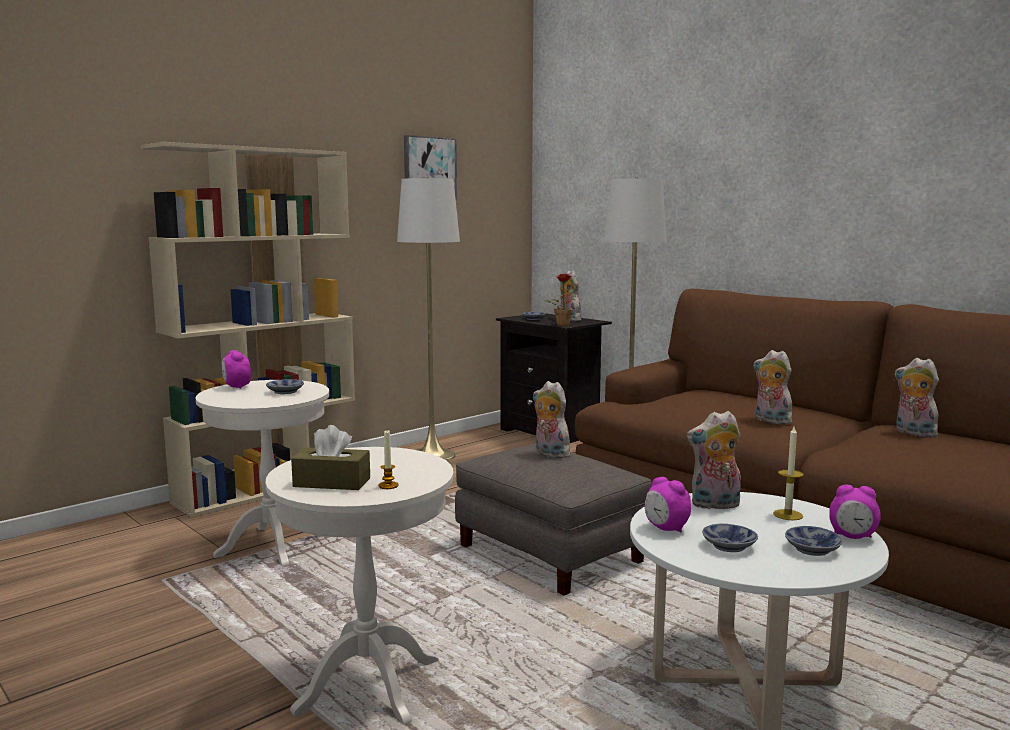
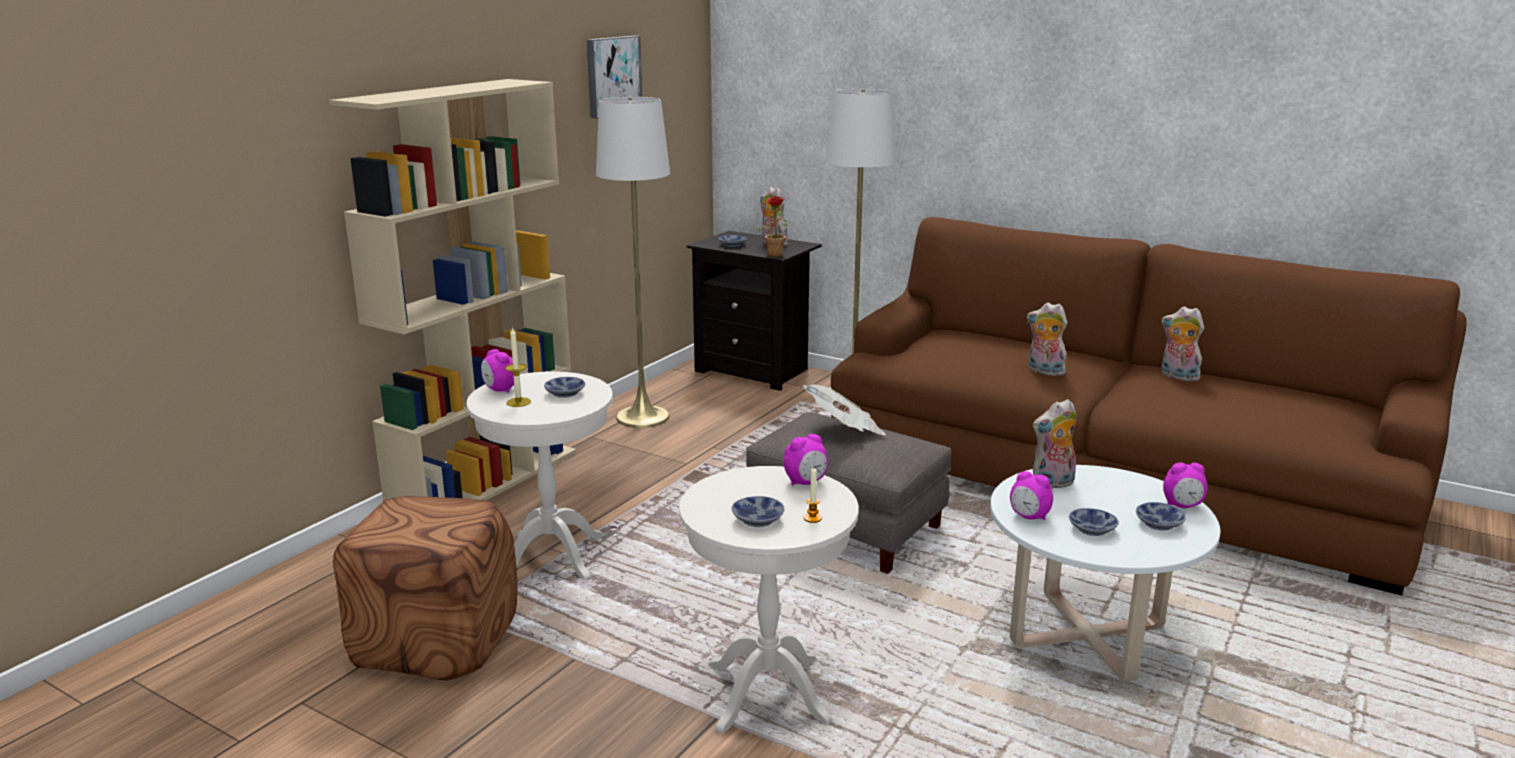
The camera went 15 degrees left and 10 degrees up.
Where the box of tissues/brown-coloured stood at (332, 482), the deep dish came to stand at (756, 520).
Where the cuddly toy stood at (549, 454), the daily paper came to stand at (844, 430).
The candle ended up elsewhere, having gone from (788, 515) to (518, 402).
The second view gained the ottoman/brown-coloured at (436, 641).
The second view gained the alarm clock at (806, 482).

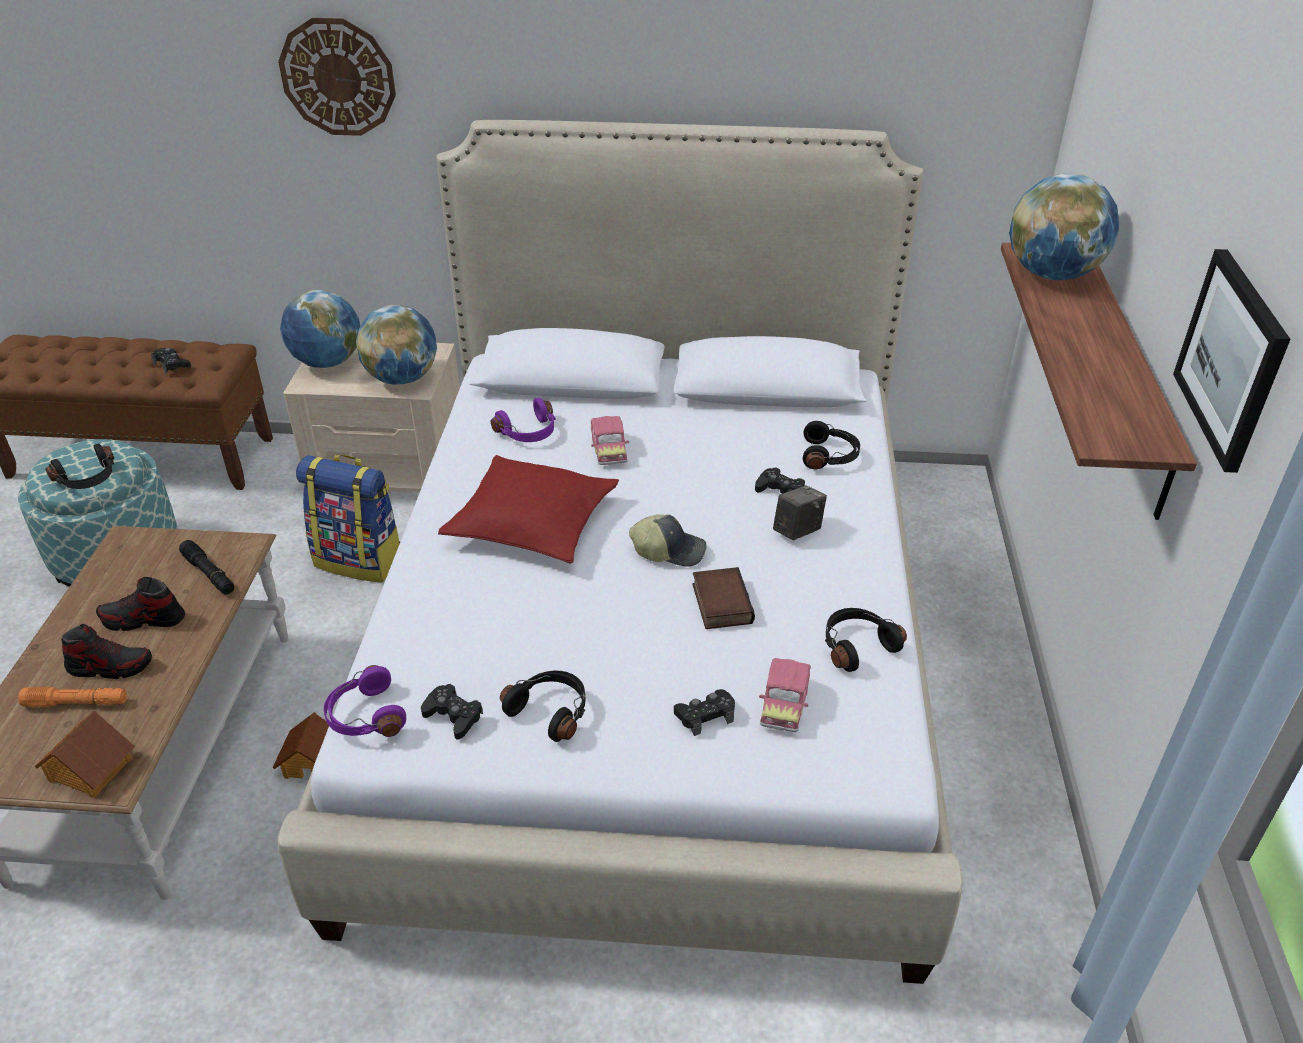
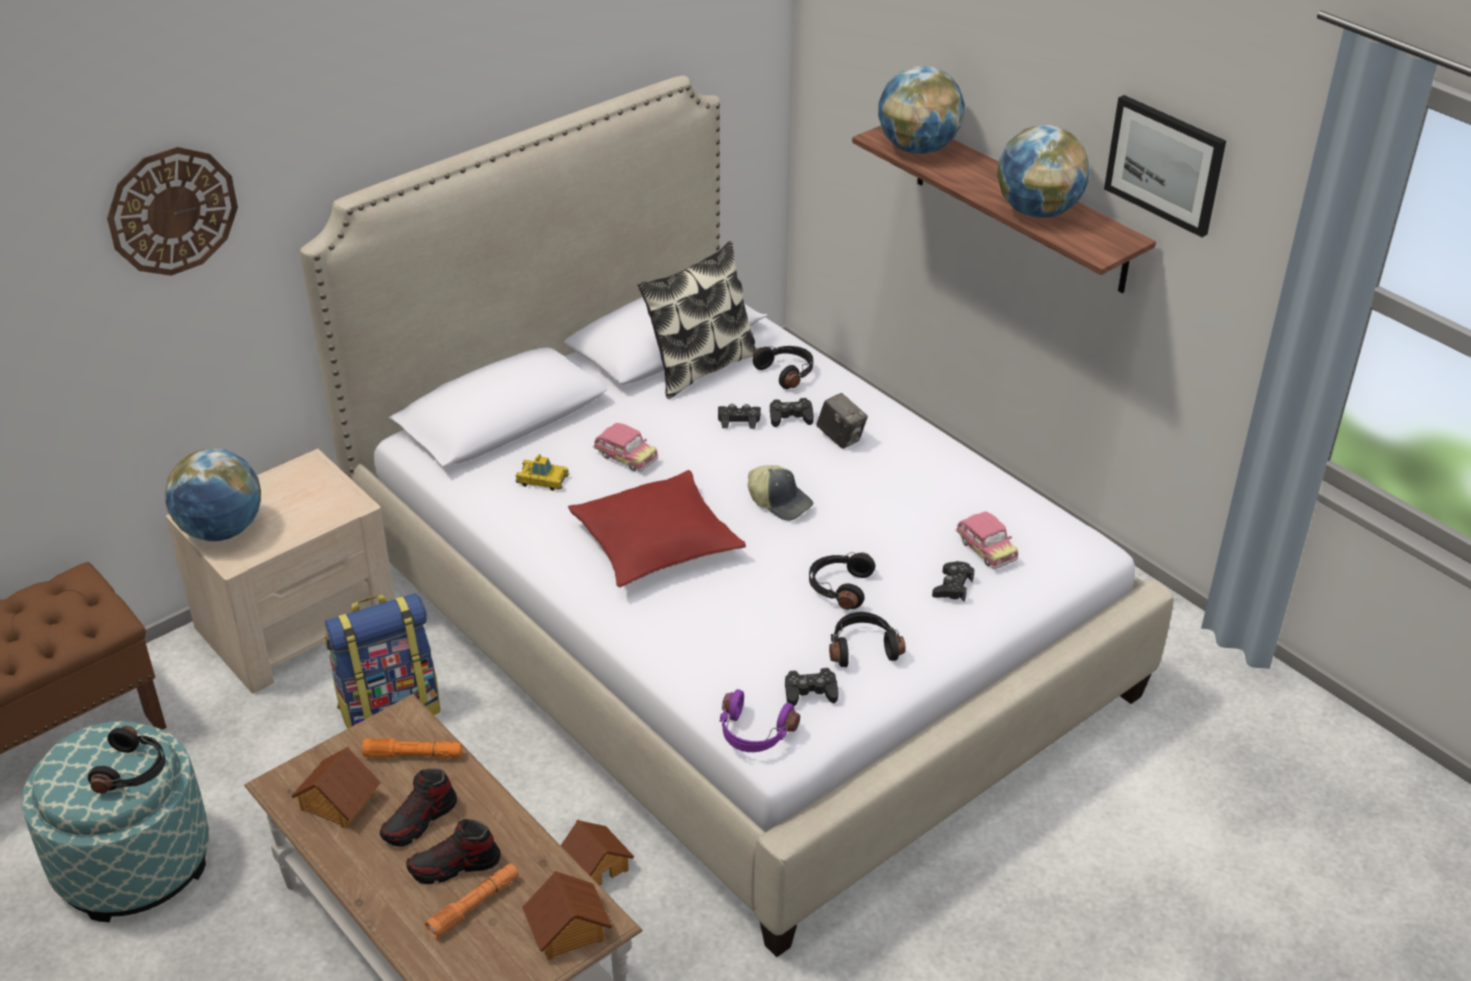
The camera went 45 degrees left and 0 degrees up.
The shoe at (111, 666) ended up facing another way, 150 degrees counterclockwise from before.
The gamepad/blackish ended up elsewhere, having gone from (172, 364) to (739, 420).
What was the torch/blackish at (209, 574) turned into the torch/orangey at (413, 755).
The world globe ended up elsewhere, having gone from (402, 378) to (1037, 211).
Where the headphones/purplish stood at (529, 433), the model car came to stand at (542, 480).
The baseball cap at (669, 550) ended up facing another way, 75 degrees clockwise from before.
The second view lost the volume at (719, 603).
The photo camera at (797, 531) ended up facing another way, 135 degrees clockwise from before.
The headphones/blackish ended up elsewhere, having gone from (856, 646) to (839, 587).
The second view gained the model house at (337, 802).
The second view gained the pillow at (700, 367).

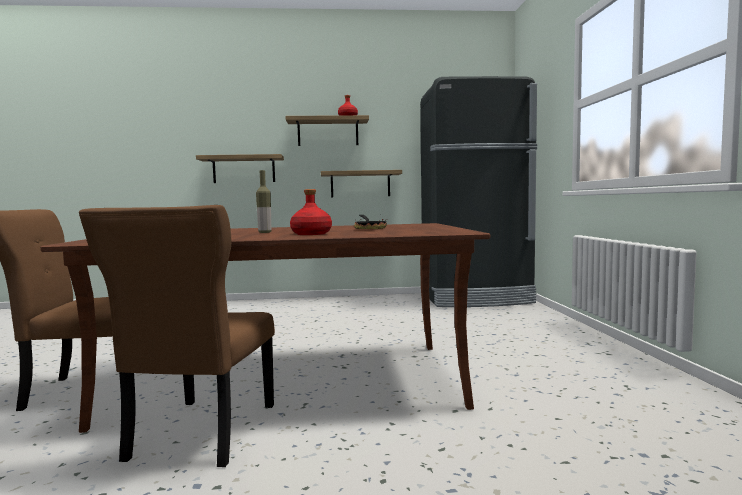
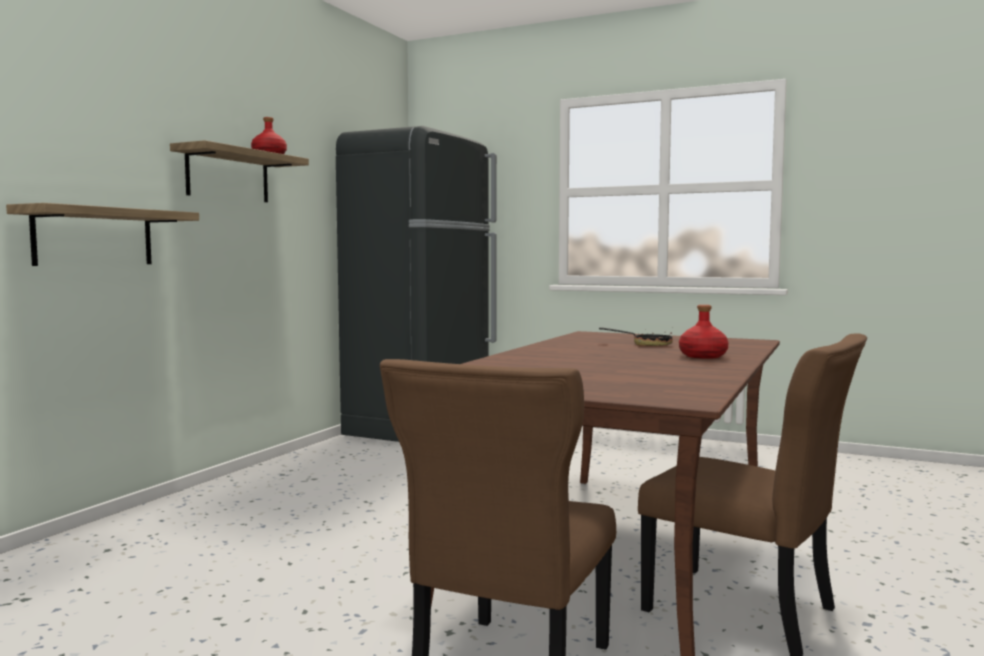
The camera went 60 degrees left and 0 degrees up.
The second view lost the bottle at (264, 232).
The second view lost the wall shelf at (360, 184).

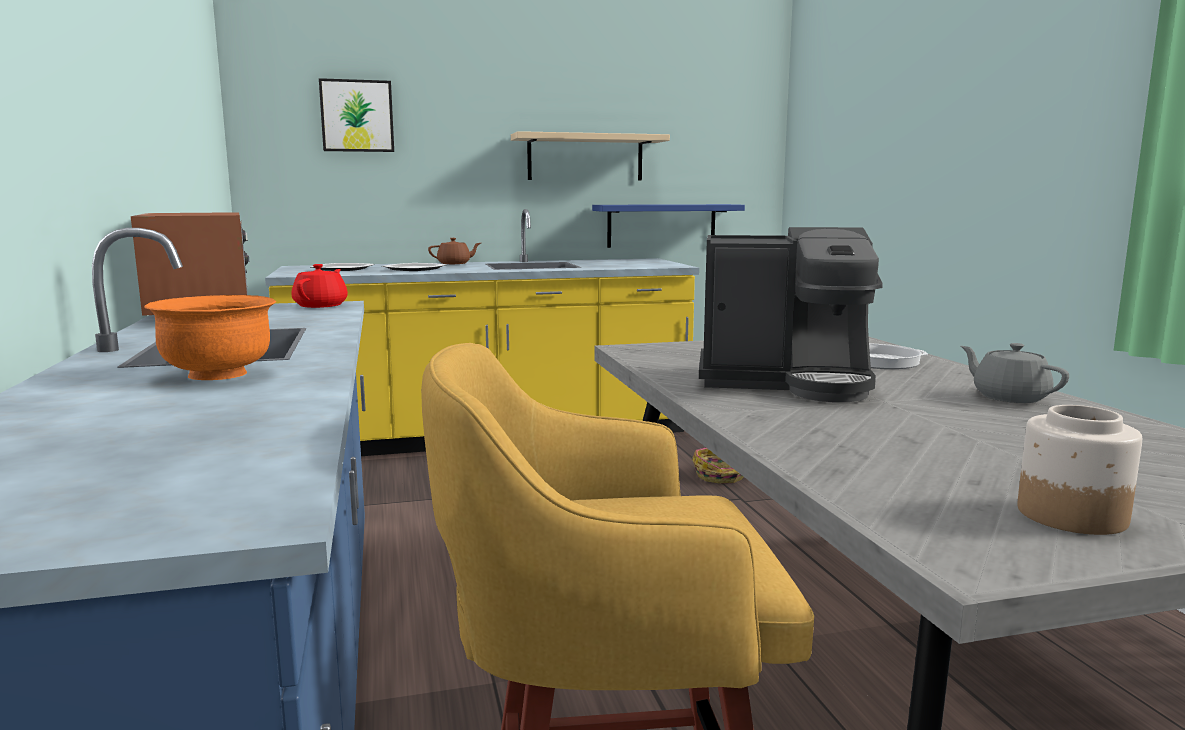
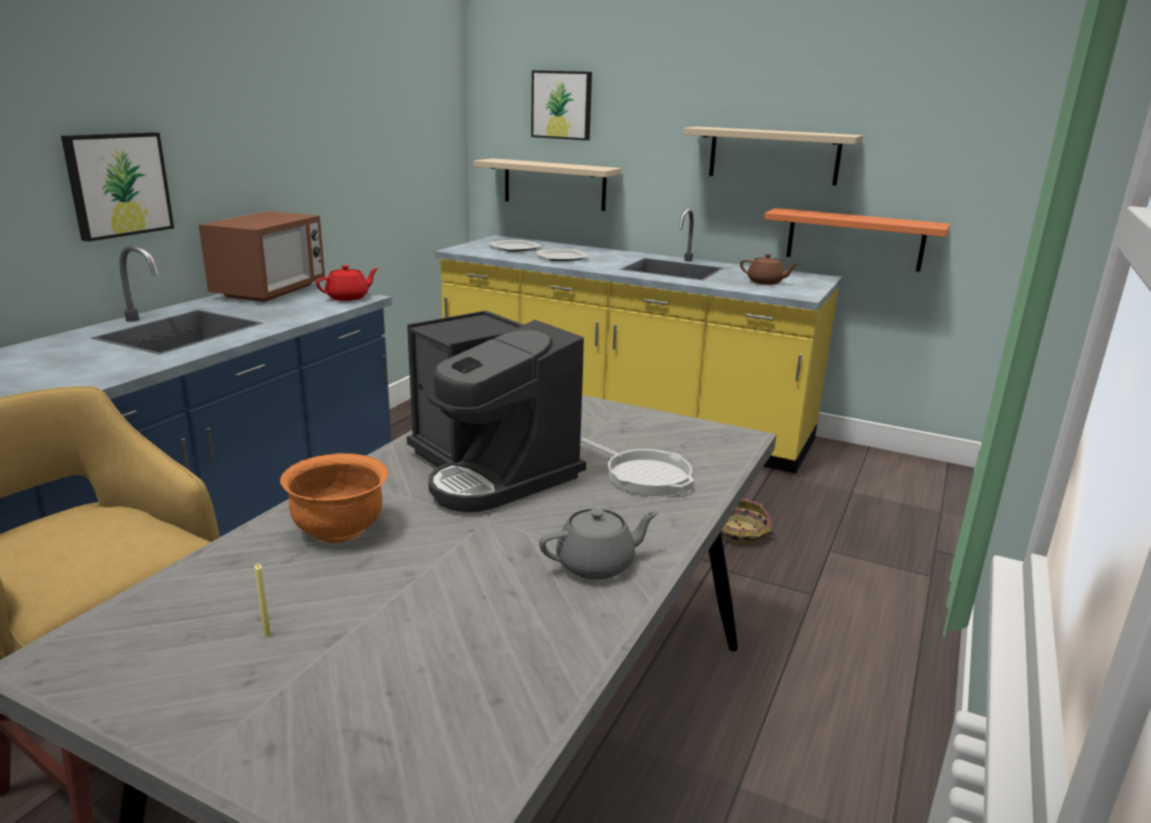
The camera went 40 degrees right and 10 degrees up.
The deep dish/orangey ended up elsewhere, having gone from (219, 374) to (339, 531).
The pot for tea/brown-coloured ended up elsewhere, having gone from (454, 263) to (765, 282).
What was the wall shelf/blue-coloured at (661, 225) turned into the wall shelf/orangey at (855, 239).
The pot for tea/gray at (1009, 397) ended up facing another way, 60 degrees clockwise from before.
The second view lost the storage jar at (1070, 515).
The second view gained the picture at (118, 184).
The second view gained the candle/yellow-coloured at (267, 634).
The second view gained the wall shelf/beige-coloured at (554, 184).

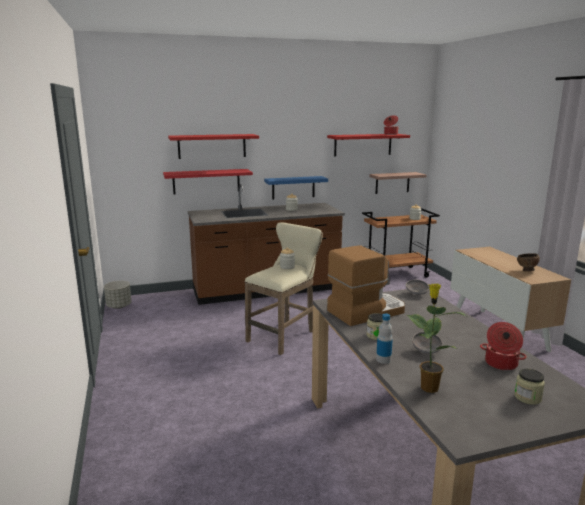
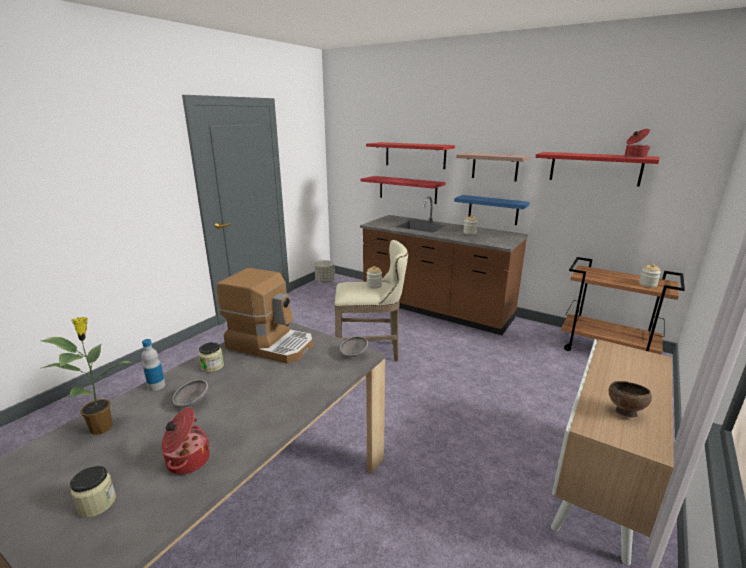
The camera went 50 degrees right and 5 degrees up.
The wall shelf ended up elsewhere, having gone from (392, 183) to (495, 167).

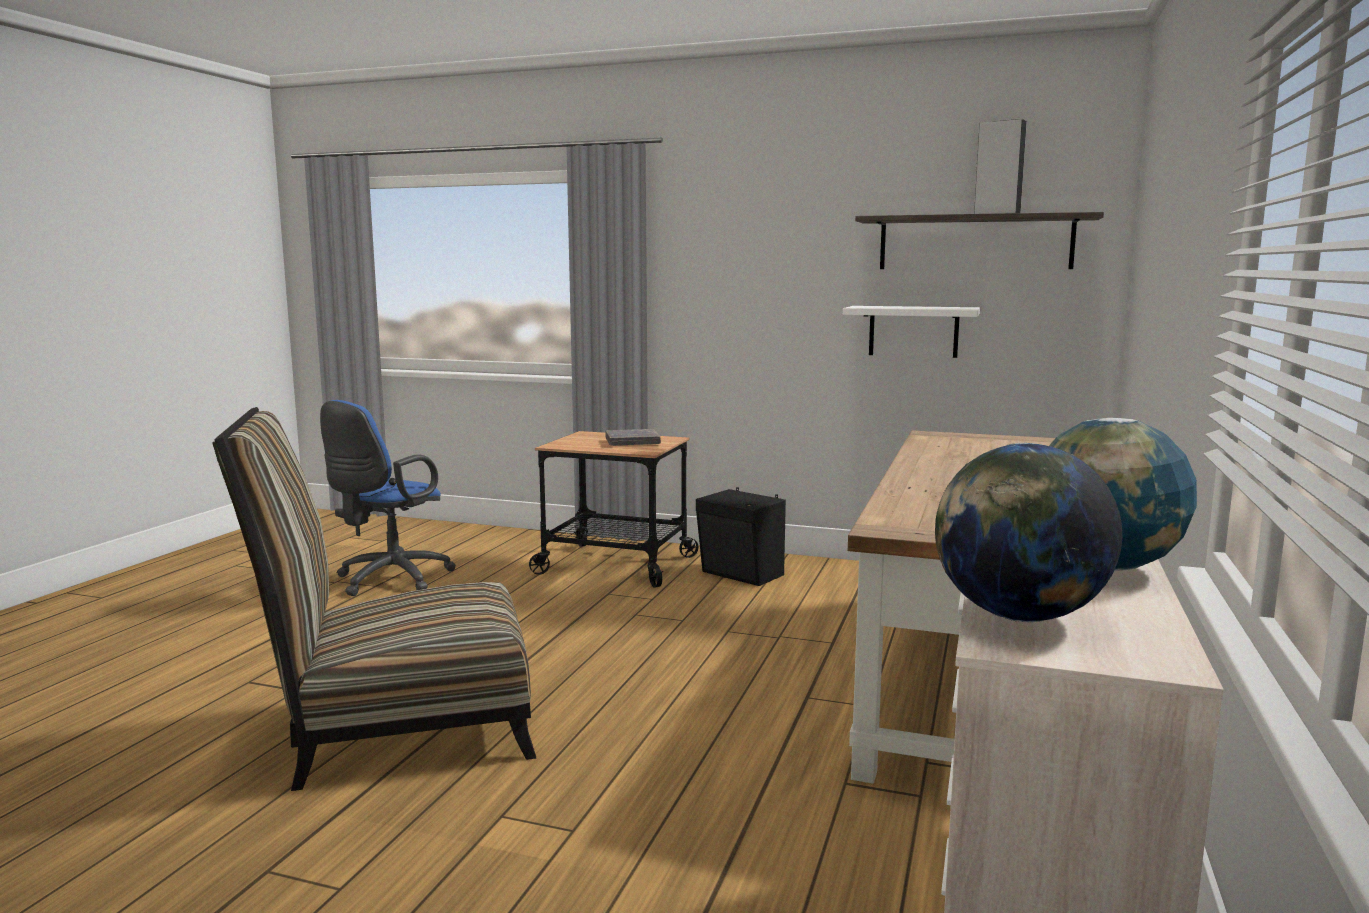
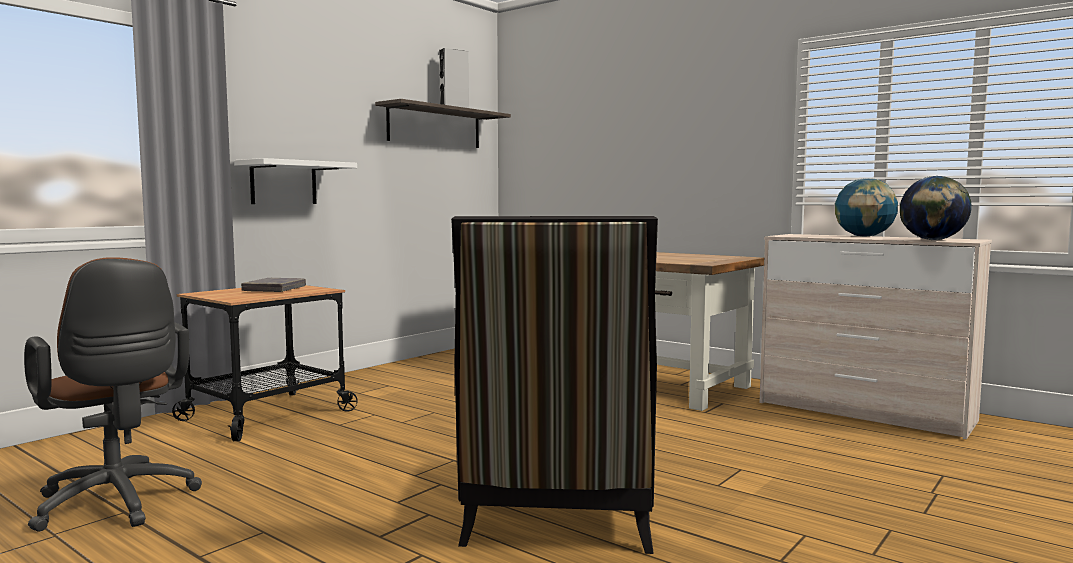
The camera went 70 degrees left and 5 degrees down.
What was the desk chair/blue-coloured at (388, 580) turned into the desk chair/brown-coloured at (117, 504).
The second view lost the loudspeaker/blackish at (741, 574).
The wall shelf/white-coloured ended up elsewhere, having gone from (913, 331) to (283, 183).

